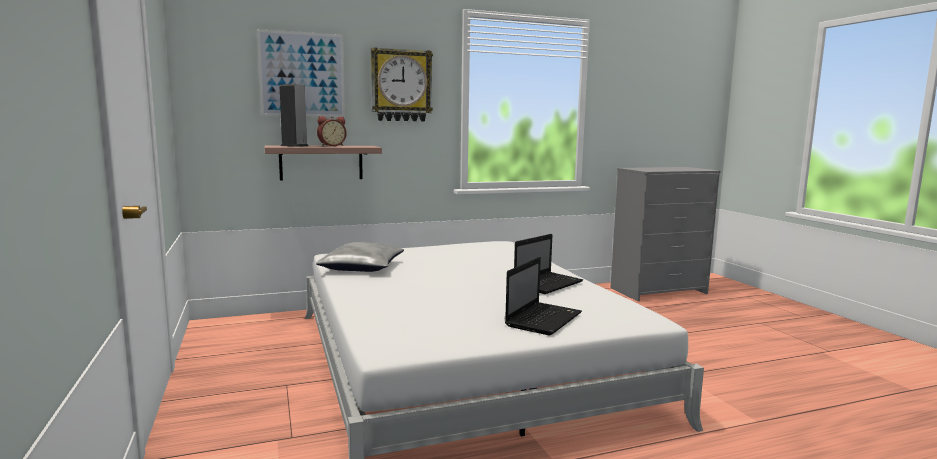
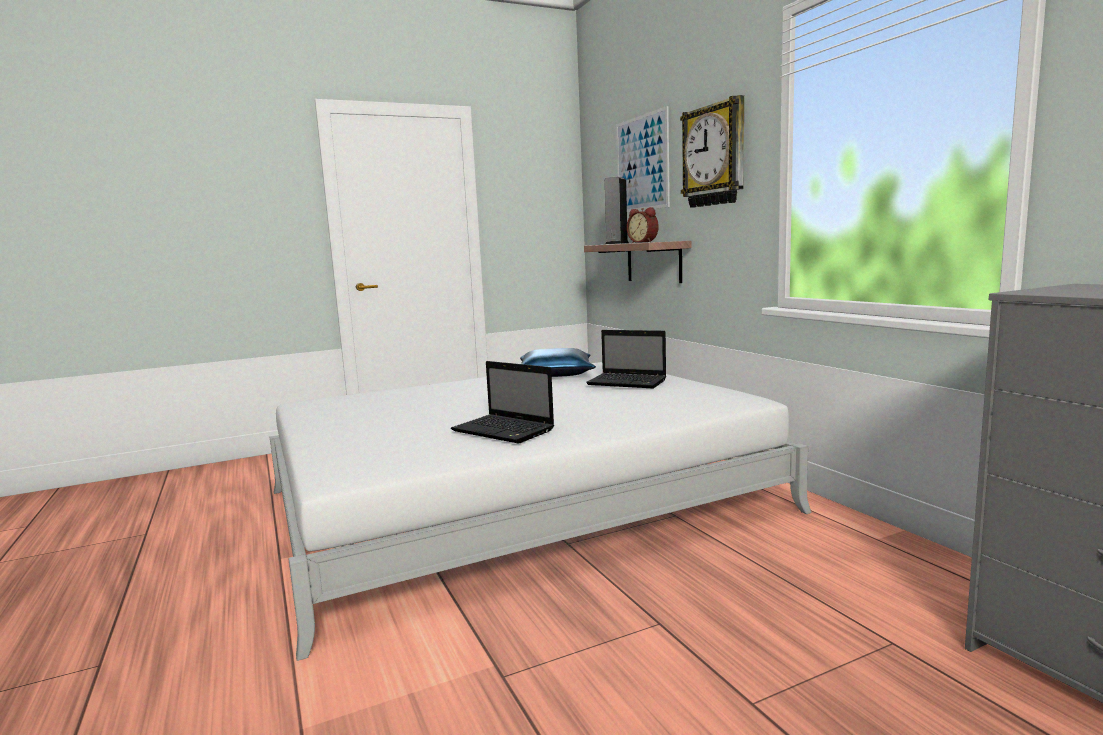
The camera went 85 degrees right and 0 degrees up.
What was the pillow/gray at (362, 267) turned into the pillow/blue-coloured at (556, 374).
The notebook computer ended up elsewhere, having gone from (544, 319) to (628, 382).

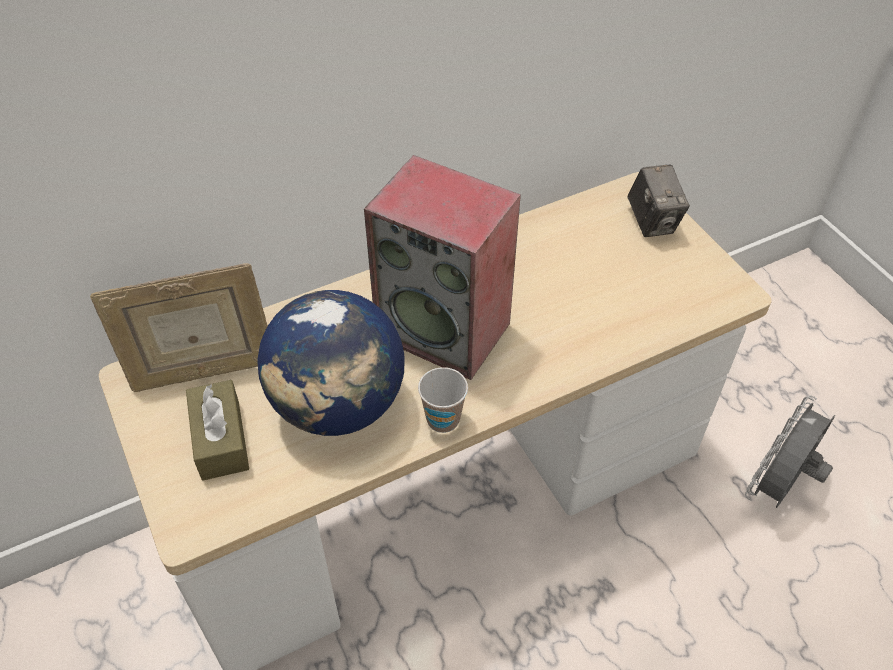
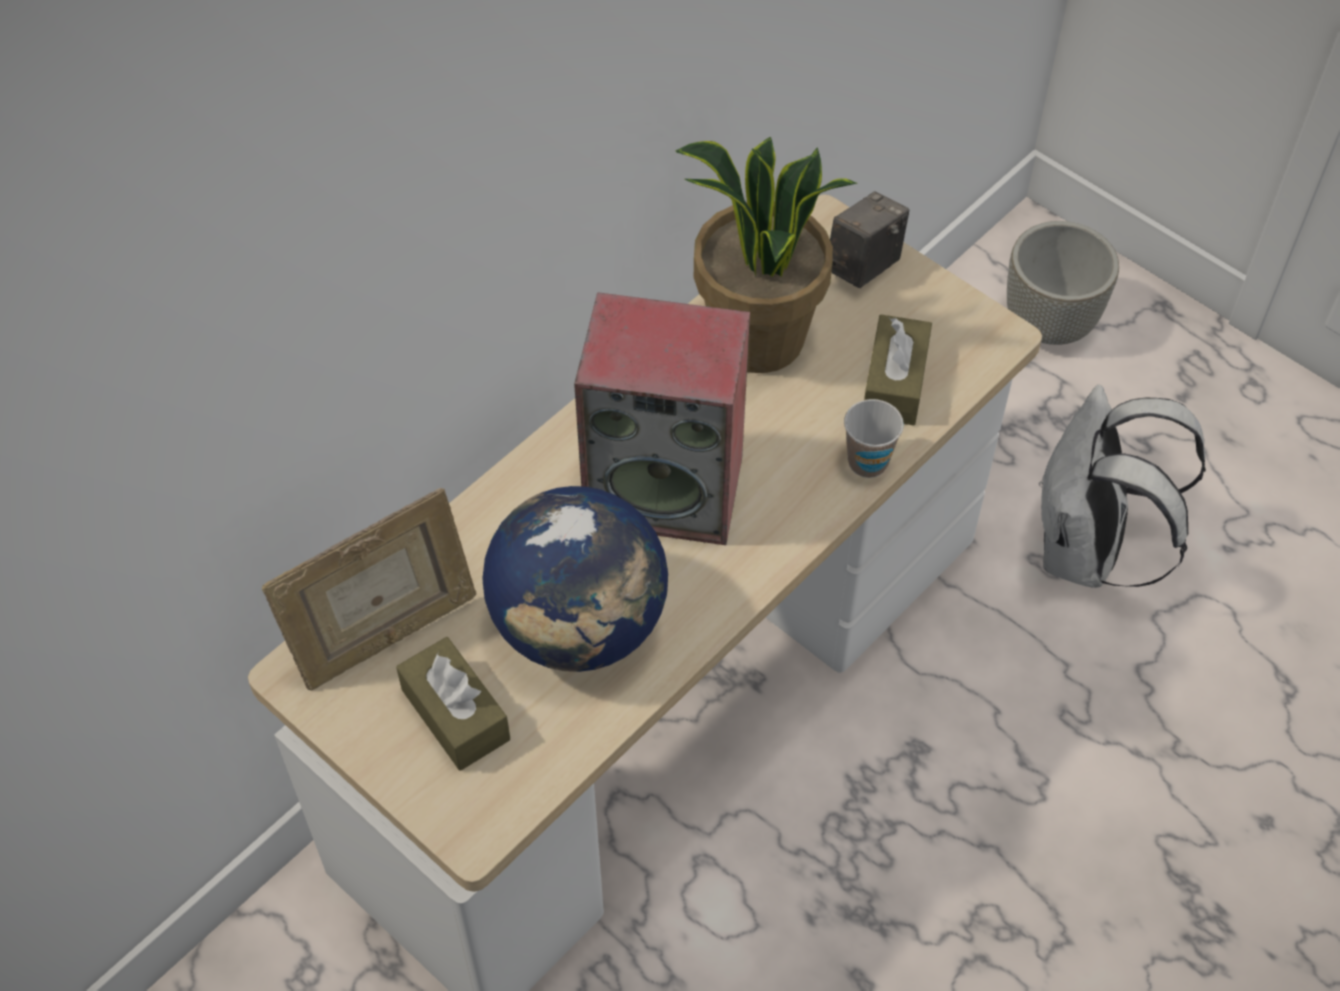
The camera went 20 degrees left and 5 degrees up.
The small cup ended up elsewhere, having gone from (443, 419) to (867, 462).
The photo camera at (652, 222) ended up facing another way, 105 degrees counterclockwise from before.
Where the cooling fan/gray stood at (777, 487), the rucksack/white-coloured came to stand at (1086, 552).
The second view gained the houseplant at (757, 339).
The second view gained the box of tissues/brown-coloured at (895, 383).
The second view gained the plant pot/gray at (1049, 323).

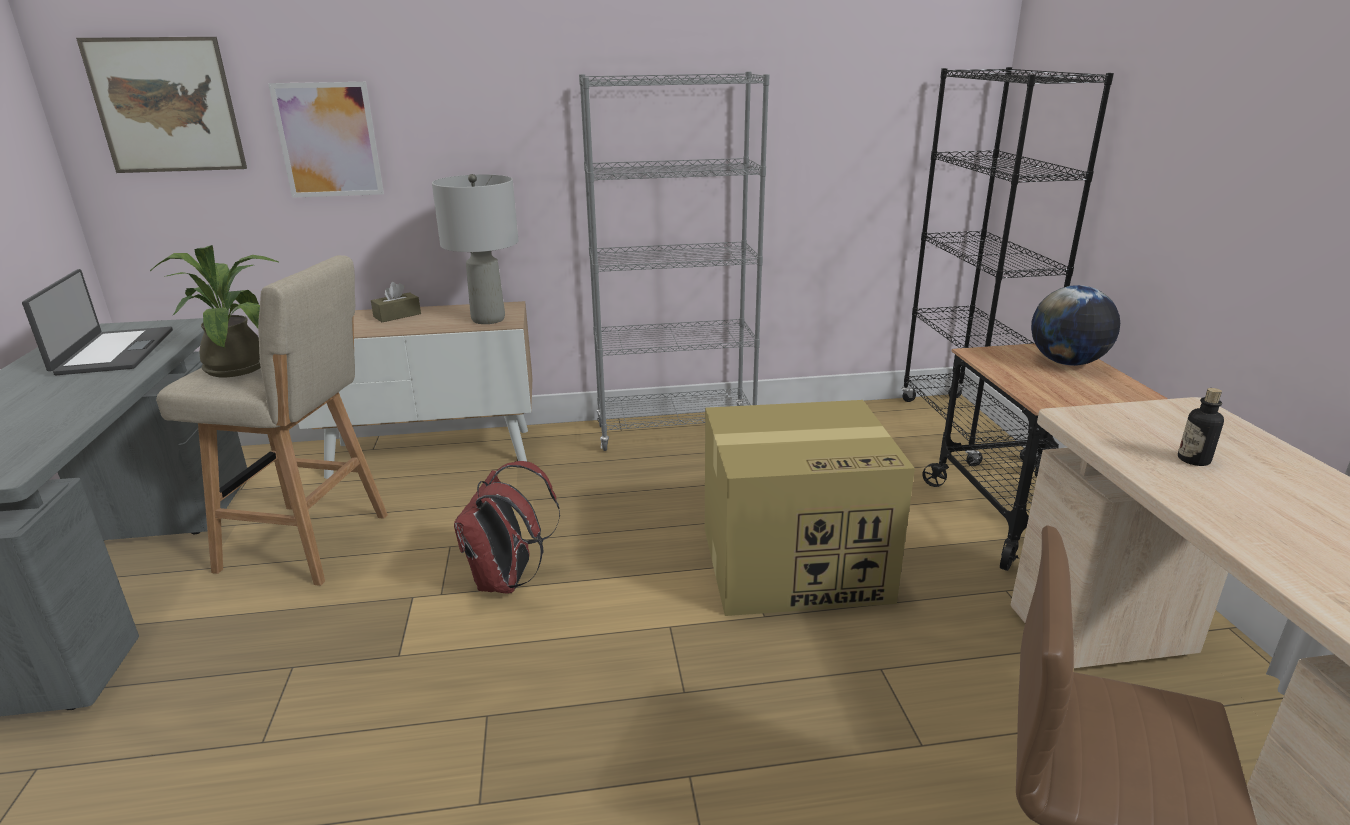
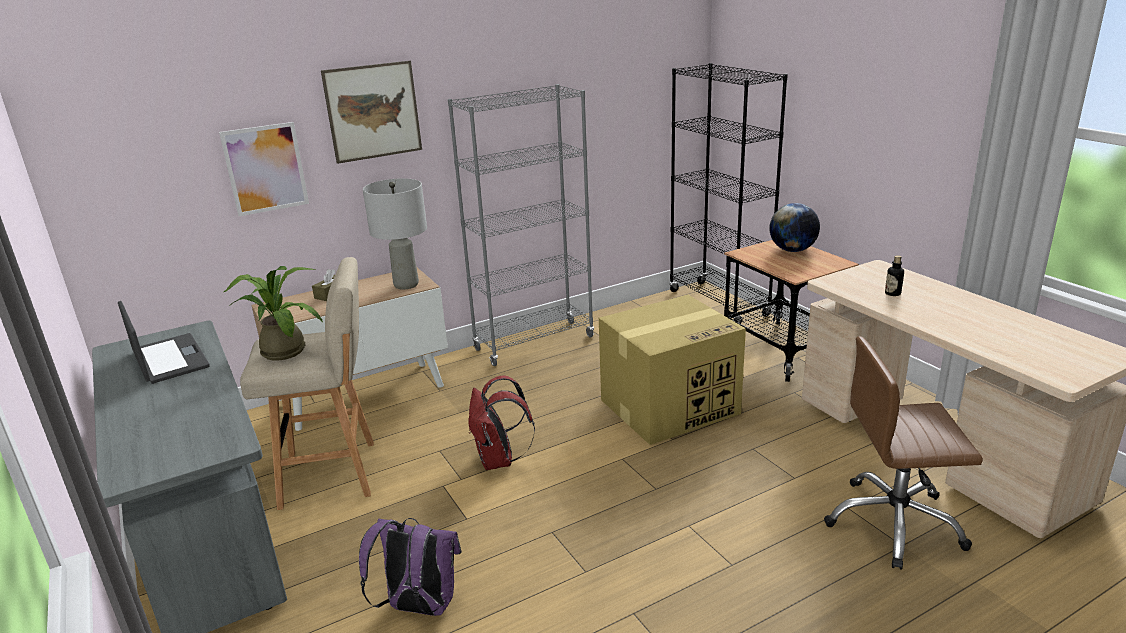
The camera went 20 degrees left and 0 degrees up.
The picture ended up elsewhere, having gone from (166, 106) to (373, 111).
The second view gained the rucksack/purplish at (419, 607).

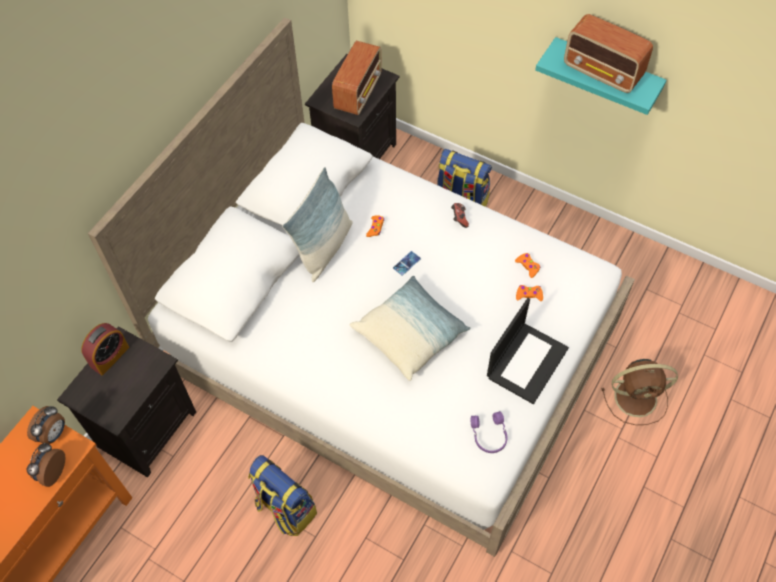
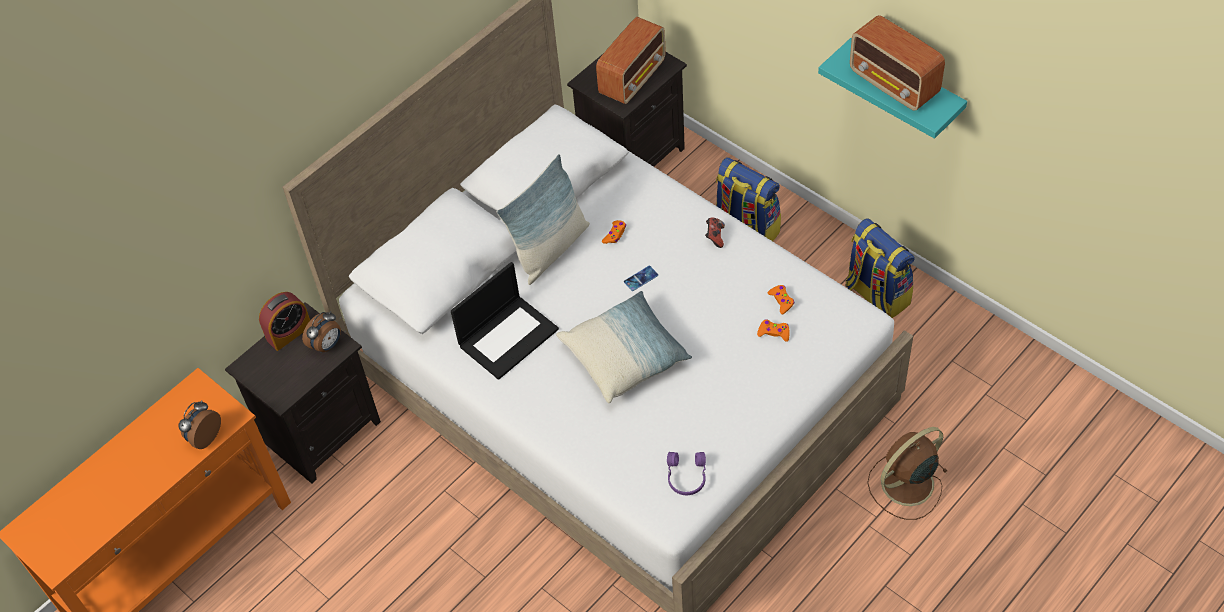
The camera went 15 degrees right and 5 degrees down.
The alarm clock ended up elsewhere, having gone from (53, 434) to (327, 345).
The rucksack ended up elsewhere, having gone from (285, 508) to (876, 295).
The notebook computer ended up elsewhere, having gone from (527, 361) to (508, 336).
The cooling fan/brown-coloured at (637, 397) ended up facing another way, 135 degrees clockwise from before.

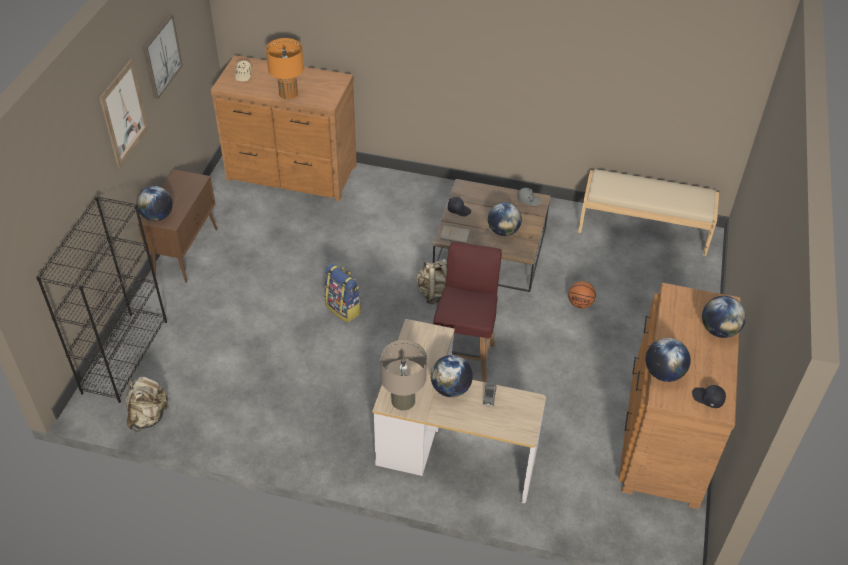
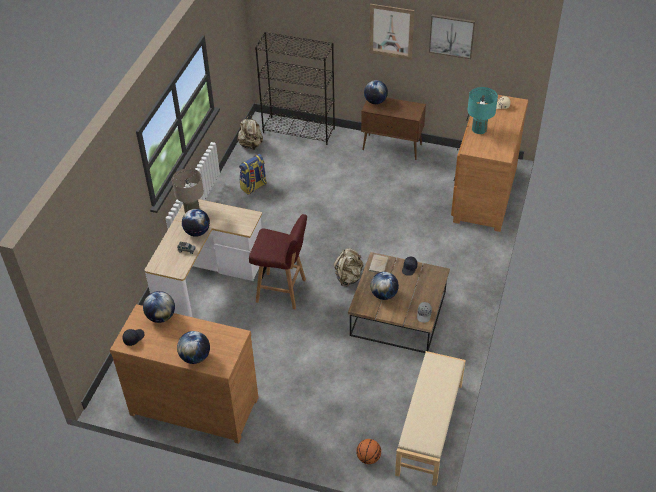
The camera went 95 degrees right and 0 degrees up.
What was the table lamp/orangey at (288, 93) turned into the table lamp/blue-green at (479, 129).
The rucksack ended up elsewhere, having gone from (344, 308) to (254, 187).
The basketball ball ended up elsewhere, having gone from (580, 304) to (368, 458).

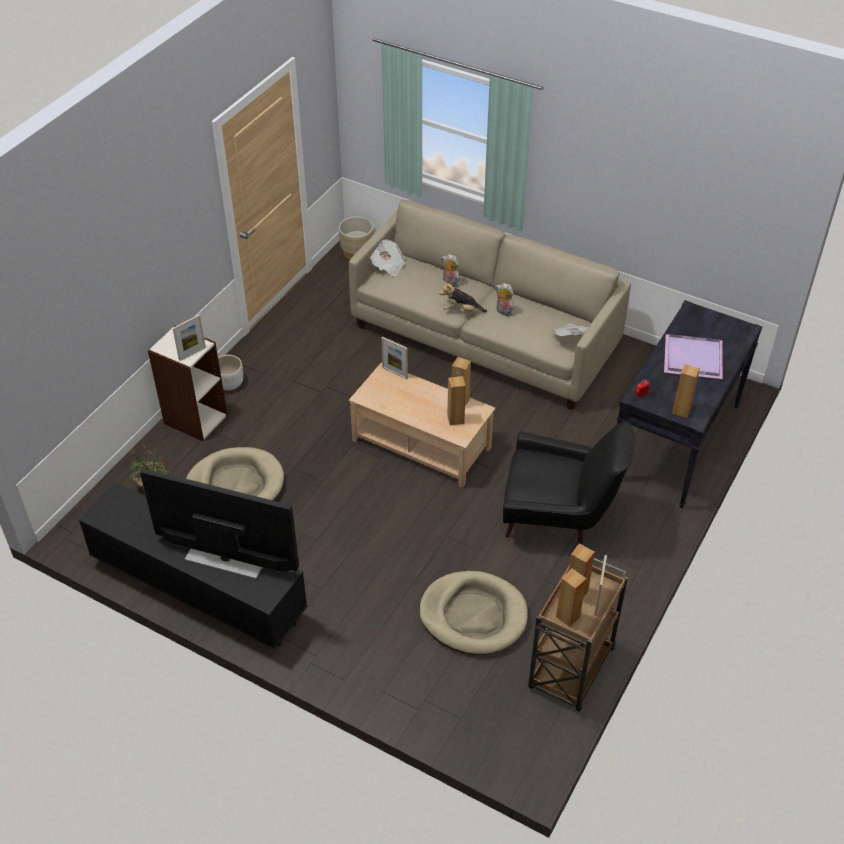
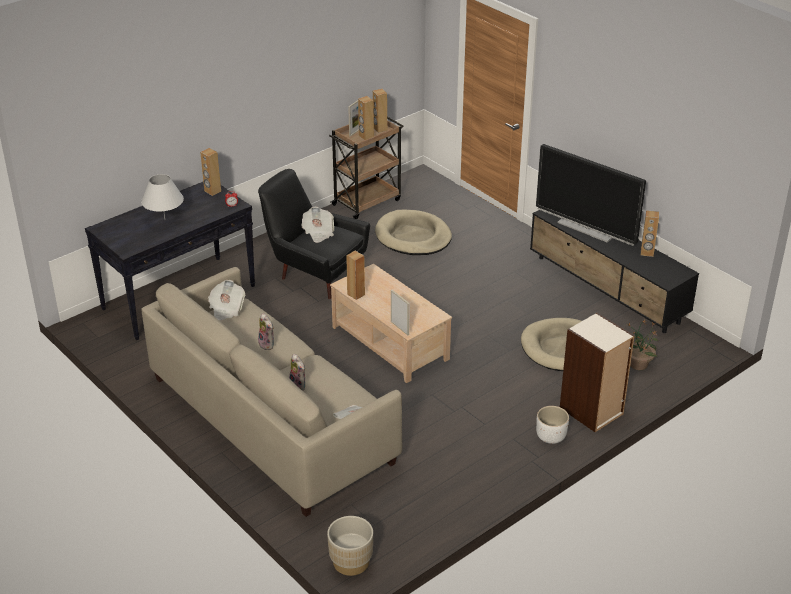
The camera went 160 degrees left and 10 degrees down.
The second view lost the picture frame at (192, 353).
The second view lost the cuddly toy at (461, 310).
The loudspeaker/brown-coloured ended up elsewhere, having gone from (455, 419) to (647, 253).
Where the carrying tray/purplish stood at (694, 357), the table lamp/white-coloured came to stand at (164, 219).
The second view gained the daily paper at (318, 233).

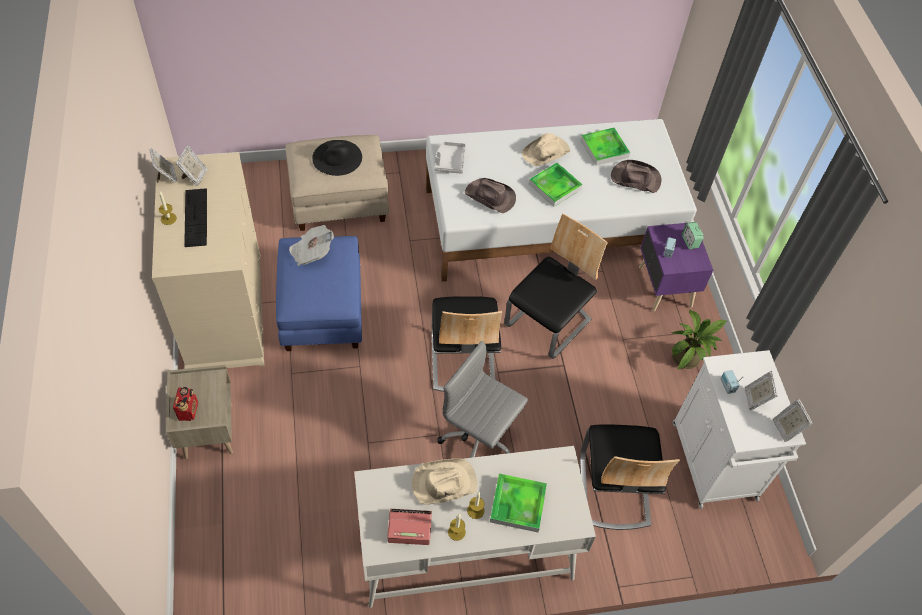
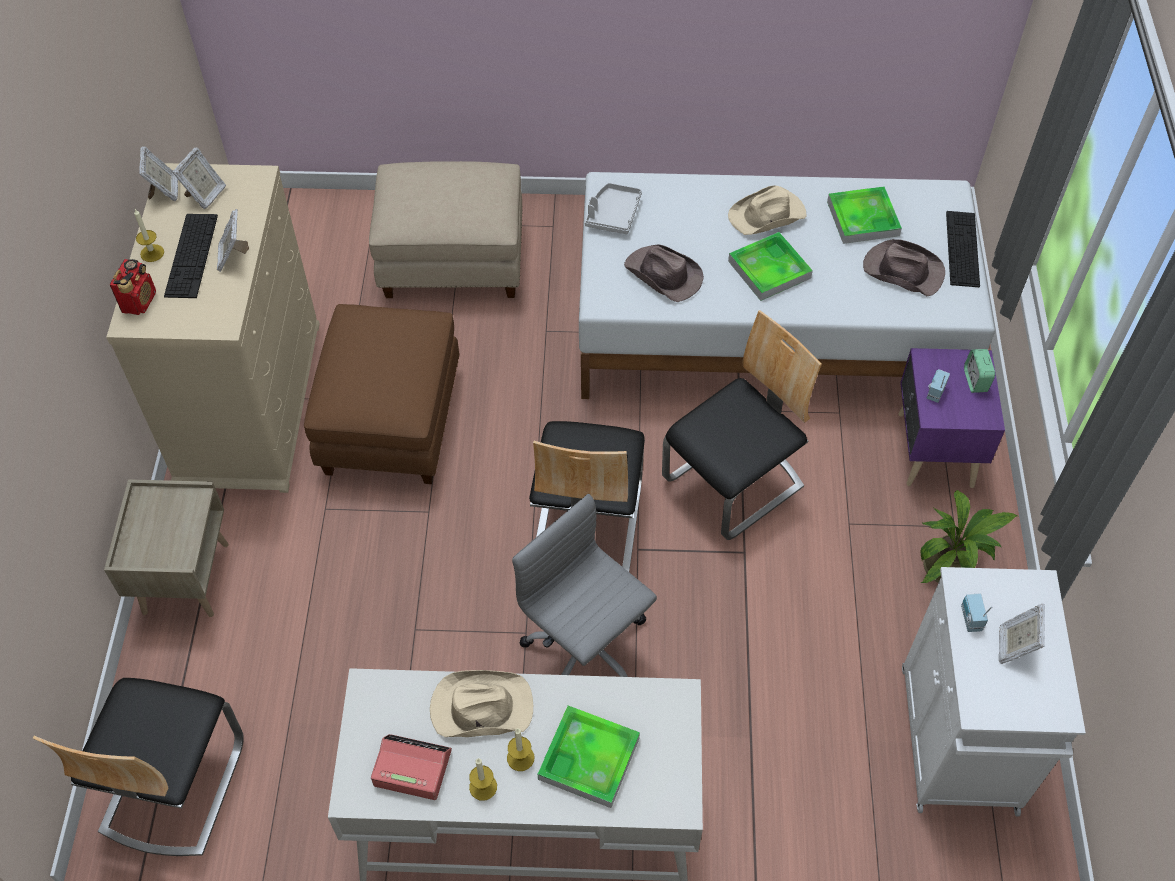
The camera went 15 degrees right and 0 degrees up.
The radio ended up elsewhere, having gone from (188, 410) to (139, 301).
What was the ottoman/blue-coloured at (321, 311) turned into the ottoman/brown-coloured at (389, 421).
The second view lost the daily paper at (311, 252).
The second view lost the wearable hat/blackish at (337, 157).
The chair ended up elsewhere, having gone from (613, 489) to (172, 786).
The picture frame ended up elsewhere, having gone from (786, 428) to (233, 256).
The second view gained the keyboard at (962, 249).

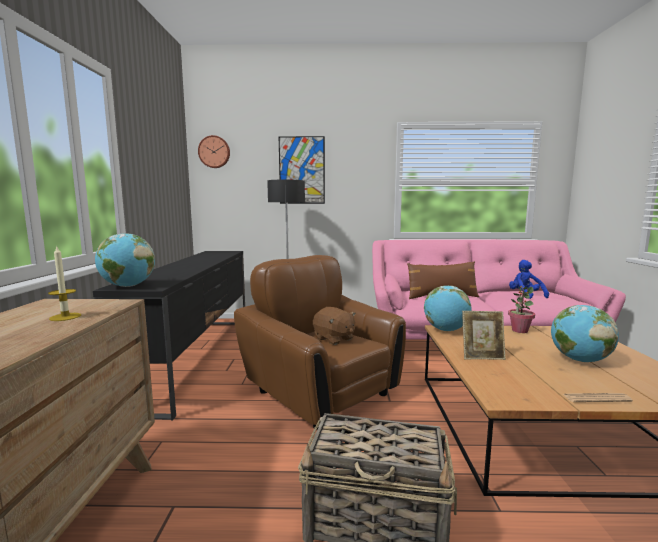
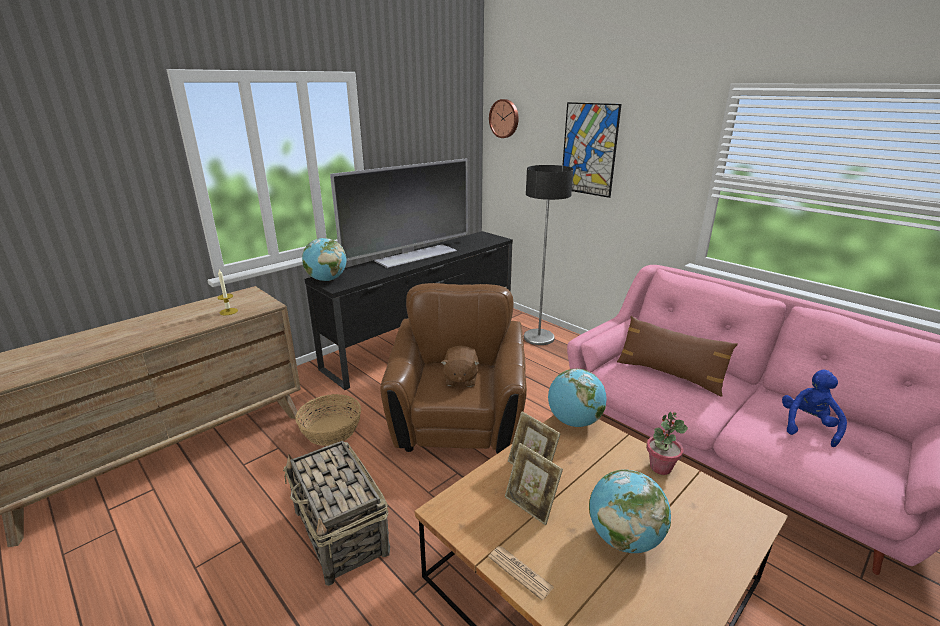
The camera went 45 degrees right and 15 degrees up.
The second view gained the storage basket at (331, 430).
The second view gained the TV set at (415, 255).
The second view gained the picture frame at (531, 505).

